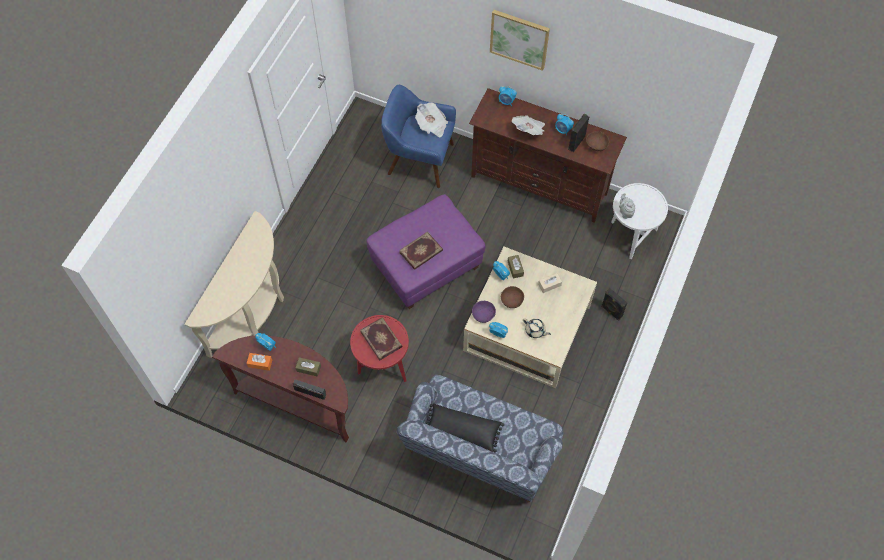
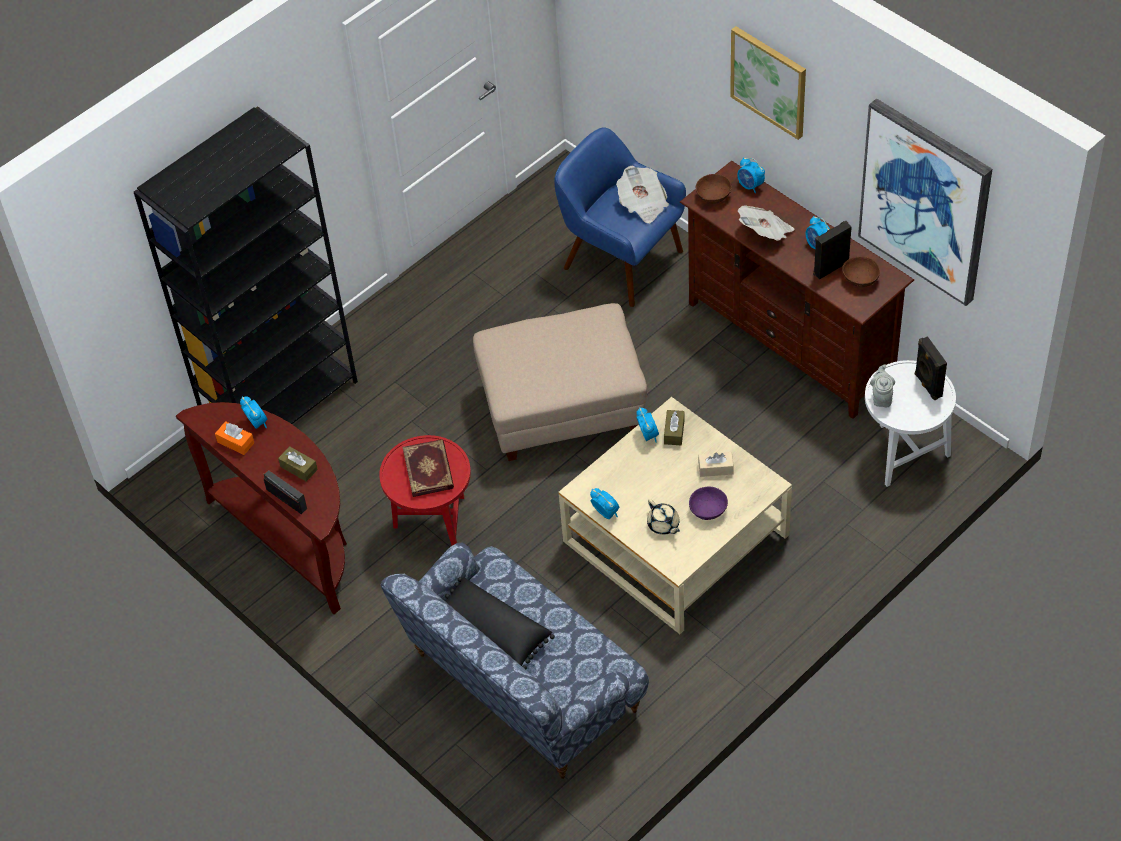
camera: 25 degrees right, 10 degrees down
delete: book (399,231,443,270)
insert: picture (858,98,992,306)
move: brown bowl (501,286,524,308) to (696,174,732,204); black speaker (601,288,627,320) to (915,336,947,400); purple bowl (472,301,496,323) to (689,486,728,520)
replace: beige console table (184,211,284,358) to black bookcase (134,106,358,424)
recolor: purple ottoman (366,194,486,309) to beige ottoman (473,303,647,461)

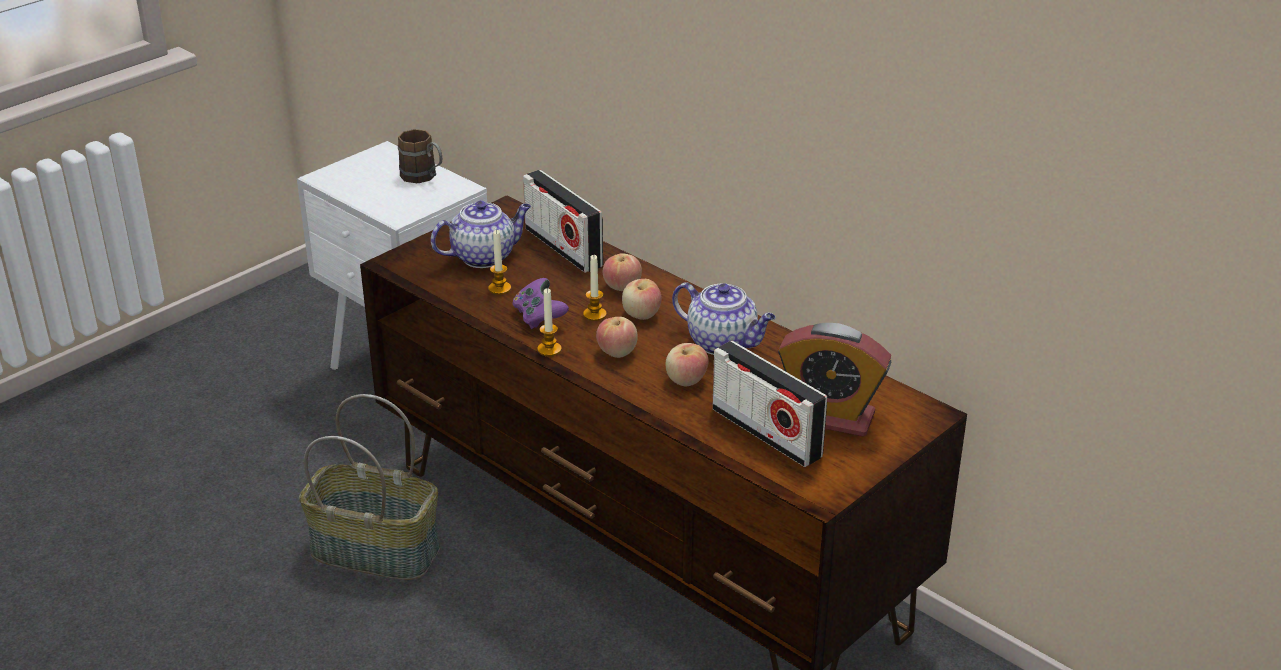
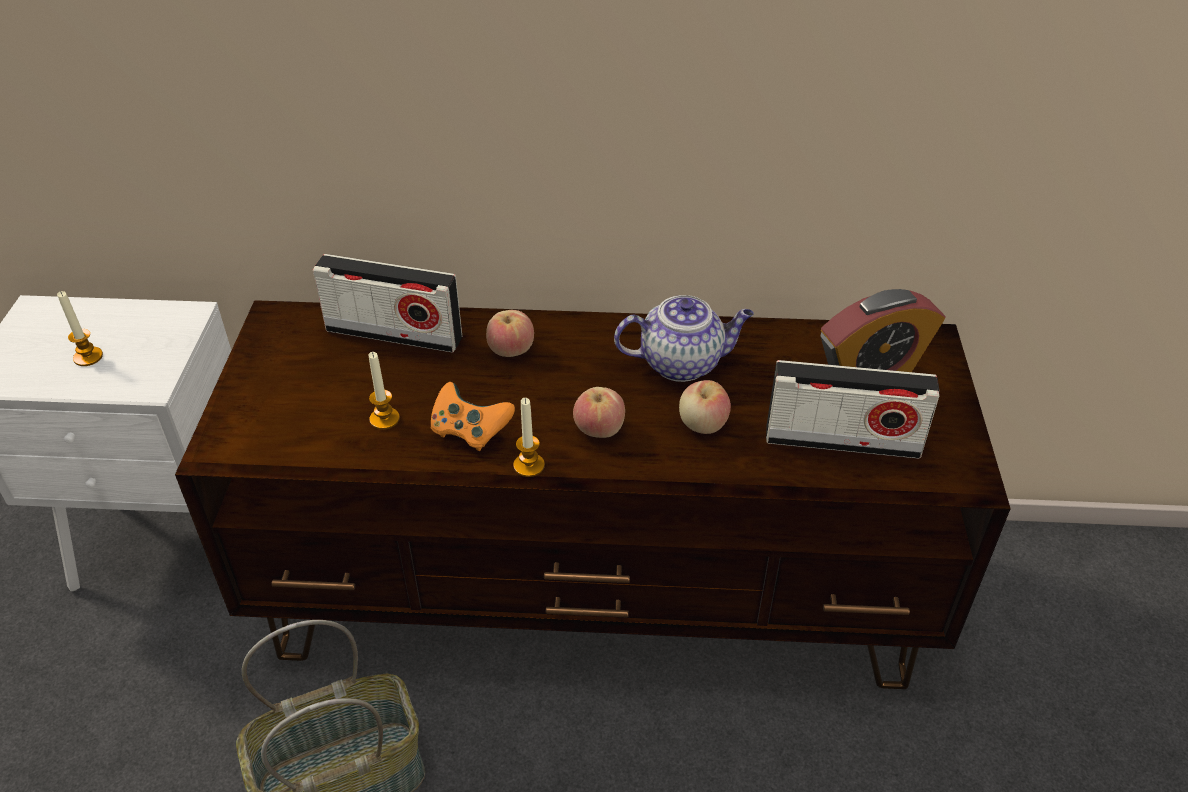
camera: 40 degrees left, 10 degrees up
delete: brown mug (398,129,442,183); teapot (431,201,531,268); apple (622,279,662,320)
move: candle (583,255,607,321) to (57,291,103,366)
recolor: purple game controller (512,278,569,329) to orange game controller (431,382,515,451)

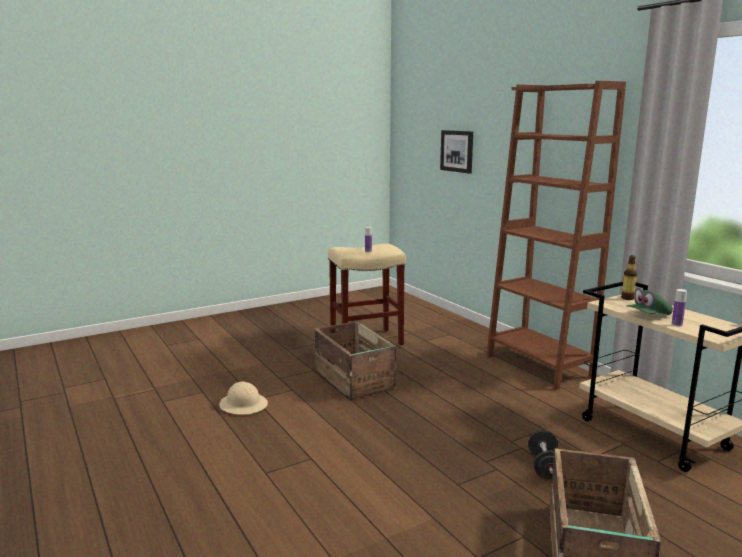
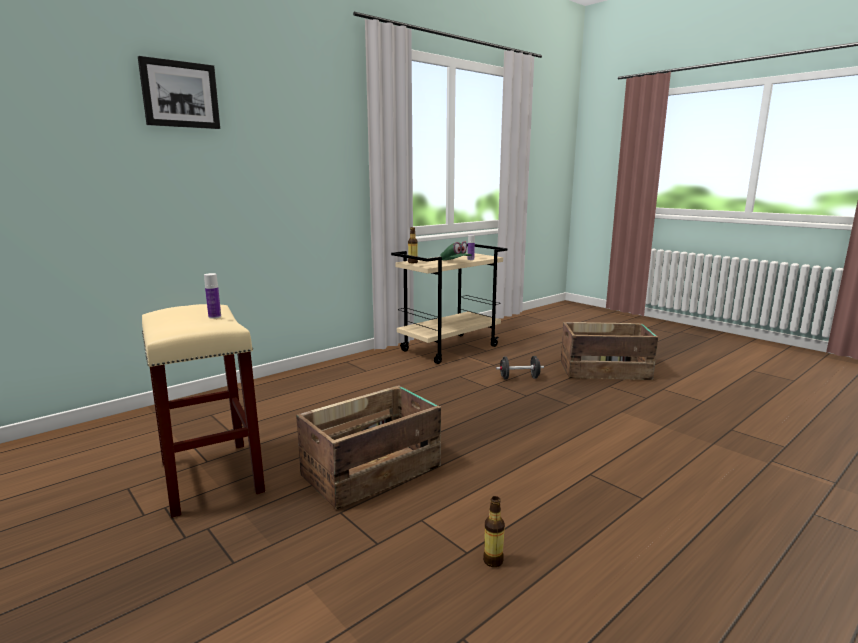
camera: 100 degrees left, 0 degrees up
delete: brown bookcase (486,81,626,391)
move: picture (440,130,473,174) to (138,56,220,129)
replace: beige hard hat (219,381,268,415) to bottle (483,496,505,567)

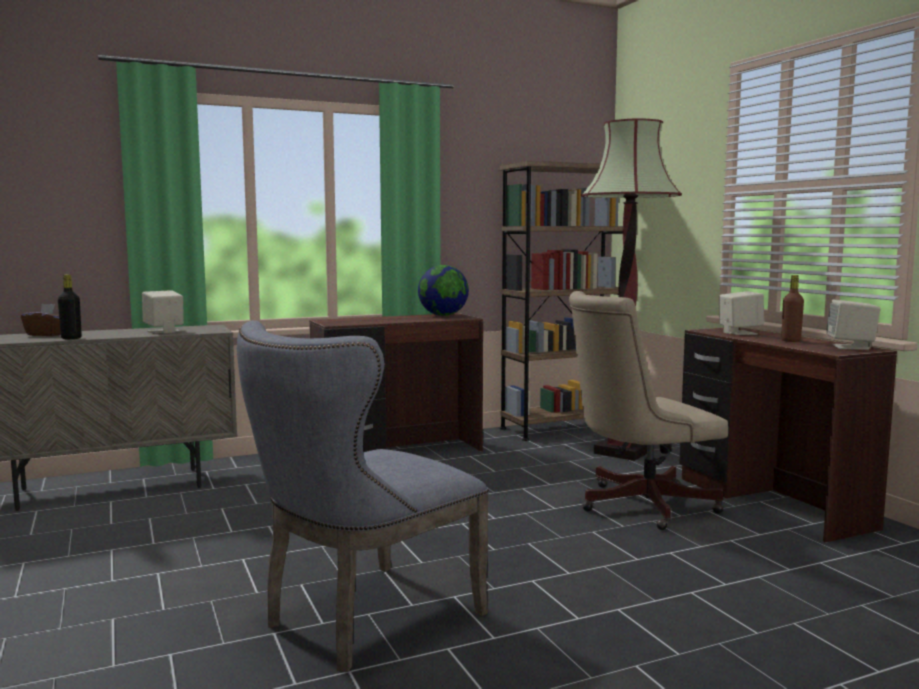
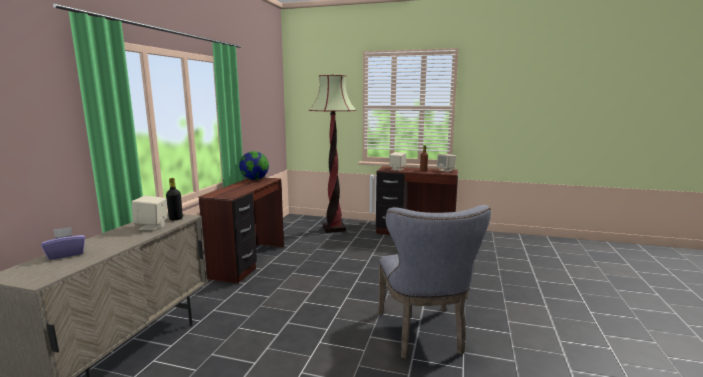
camera: 50 degrees left, 5 degrees up
delete: brown bookcase (500,161,623,441); beige office chair (569,291,728,530)
move: black bottle (58,274,82,339) to (166,178,183,220)
recolor: brown tissue box (21,304,61,336) to purple tissue box (41,227,85,260)

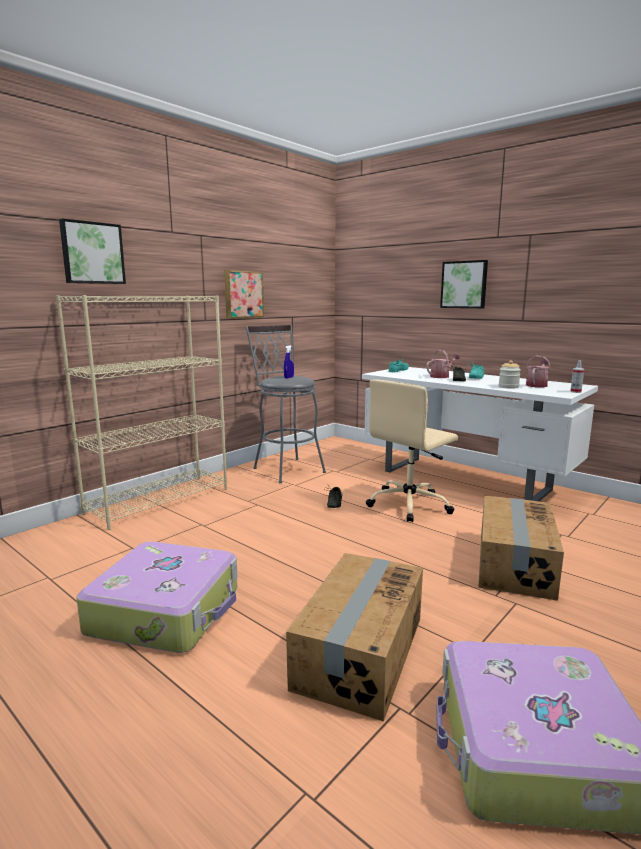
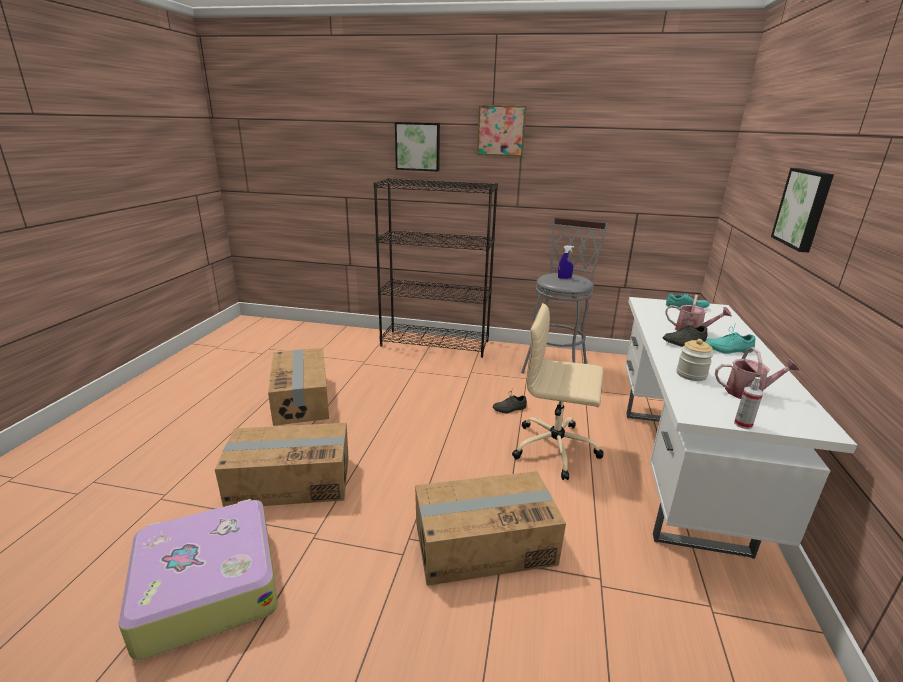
camera: 60 degrees right, 10 degrees up
move: picture (224,270,264,318) to (477,105,527,157)
replace: suitcase (76,542,238,653) to cardboard box (268,348,329,426)
recolor: beige bookcase (56,295,227,530) to black bookcase (374,178,498,358)

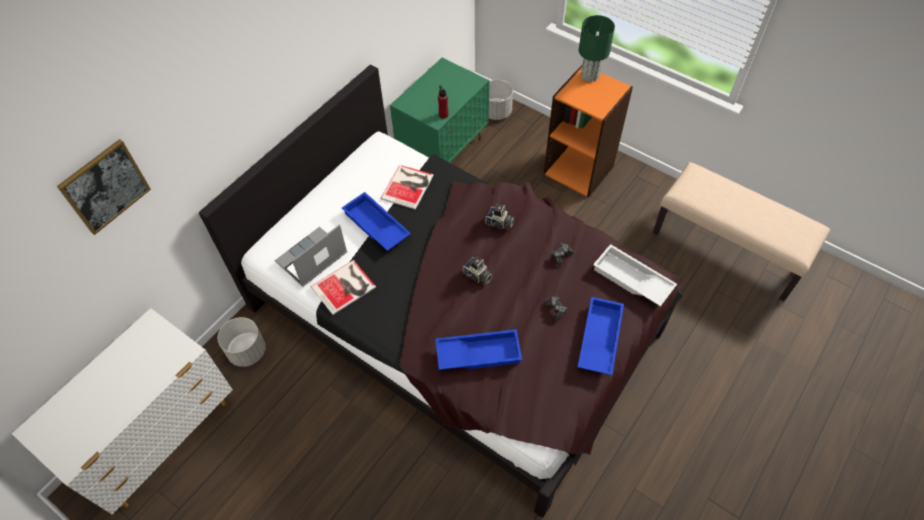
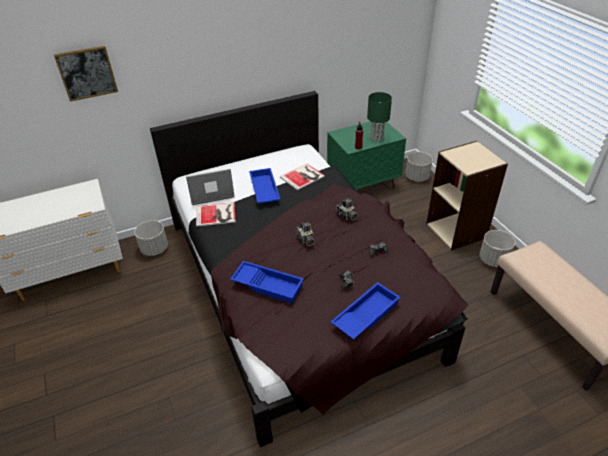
camera: 30 degrees right, 15 degrees down
delete: white tray (593,244,677,307)
insert: grey planter (479,230,515,267)
move: green table lamp (579,15,615,82) to (367,92,392,141)
recolor: orange bookcase (544,65,633,198) to beige bookcase (426,141,508,250)

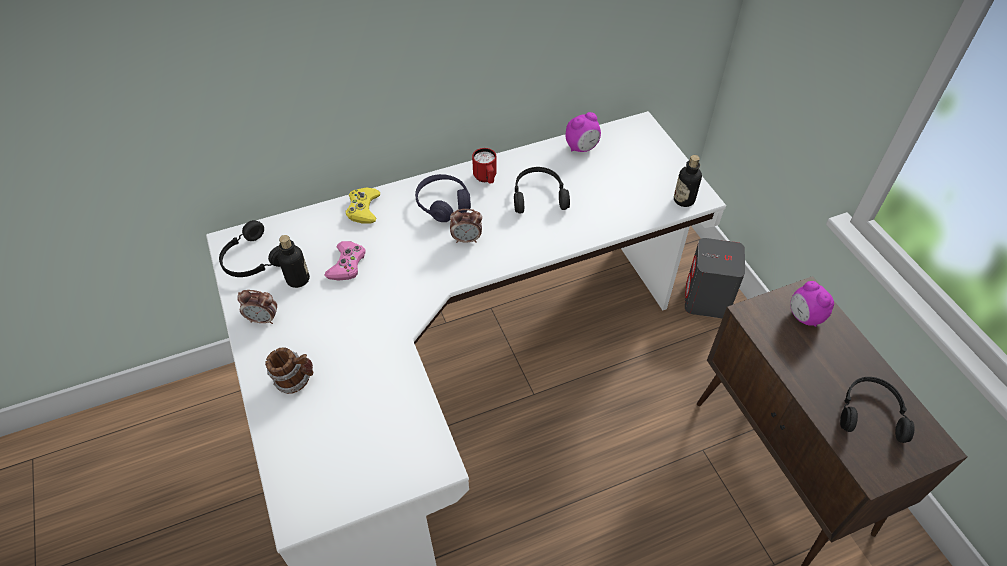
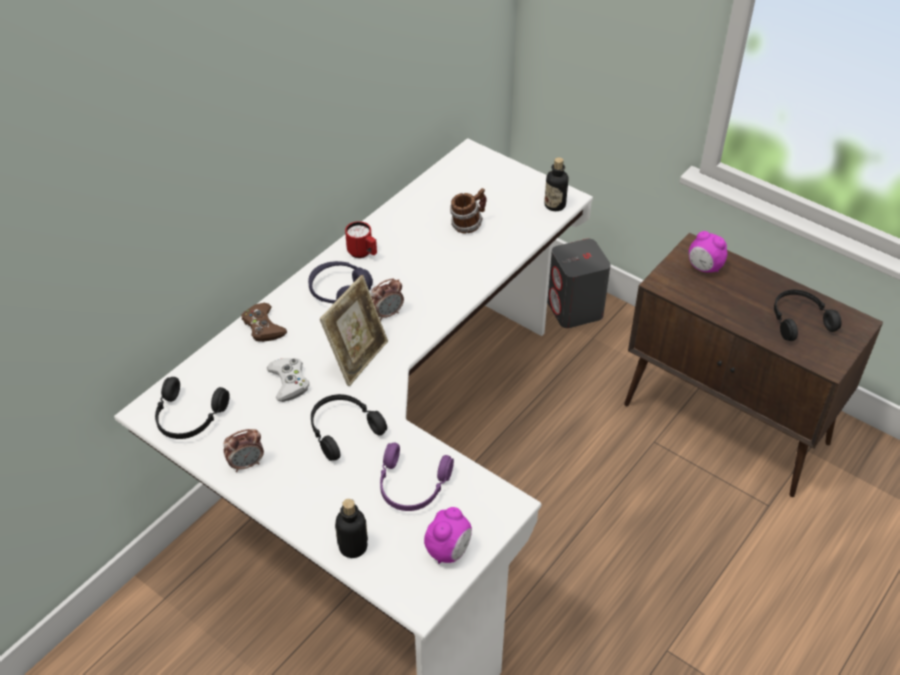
camera: 30 degrees left, 5 degrees down
insert: picture frame (320,275,388,386); purple headphones (380,442,454,511)
move: alarm clock (565,112,601,152) to (424,507,472,564); black headphones (514,167,570,214) to (311,394,387,461); bottle (278,235,310,288) to (335,499,368,558); mug (265,347,313,394) to (450,188,487,233)
recolor: yellow game controller (346,188,380,224) to brown game controller (241,303,287,342); pink game controller (324,241,365,281) to white game controller (267,358,309,402)

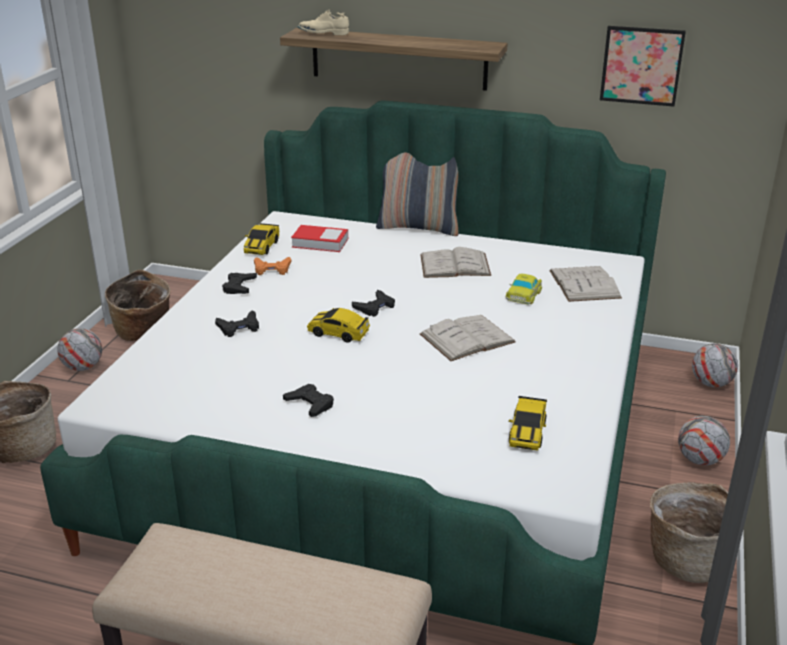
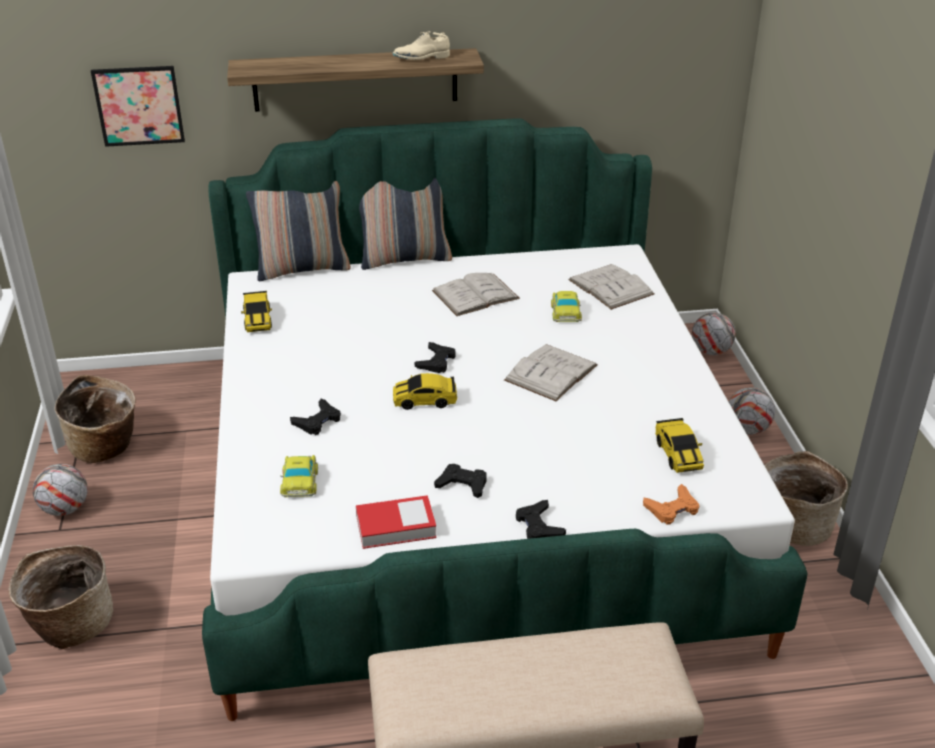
camera: 25 degrees left, 5 degrees up
insert: pillow (246,181,351,281); toy car (280,455,318,497)
move: beige shoe (298,10,349,35) to (392,31,450,60); picture (600,26,686,107) to (91,66,185,147); book (291,225,348,252) to (356,495,437,549); orange game controller (254,257,291,275) to (643,484,699,525); black game controller (222,273,257,294) to (516,500,566,539)

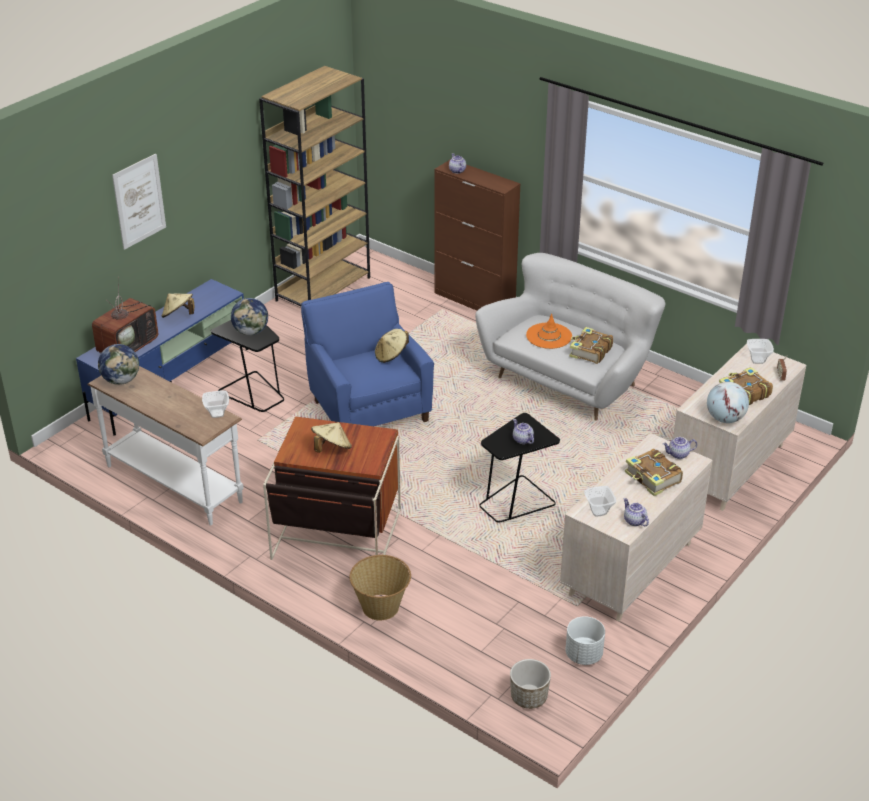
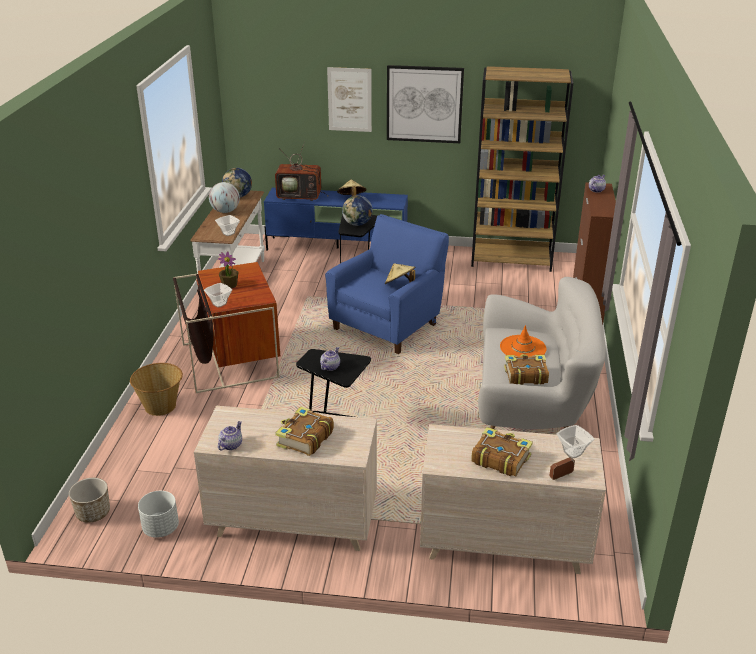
camera: 60 degrees right, 5 degrees down
delete: teapot (663,437,697,459)
insert: picture (387,65,464,143)
move: globe (707,382,749,423) to (209,182,240,213); bowl (584,486,616,516) to (204,283,232,308)
replace: beige hat (311,422,352,453) to potted plant (218,251,239,289)

